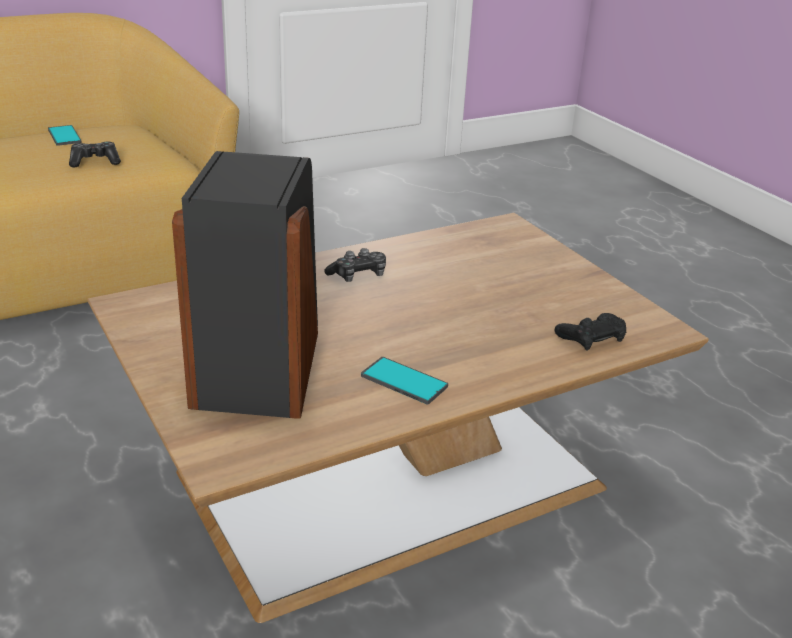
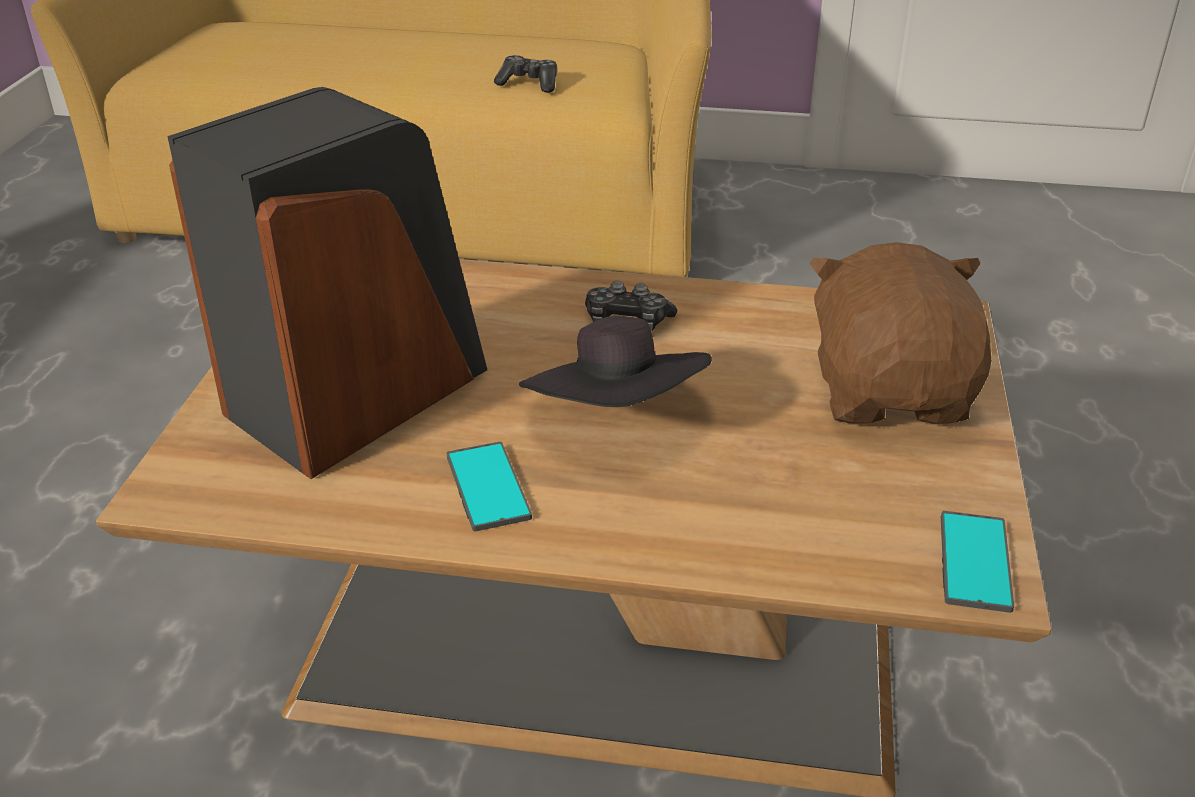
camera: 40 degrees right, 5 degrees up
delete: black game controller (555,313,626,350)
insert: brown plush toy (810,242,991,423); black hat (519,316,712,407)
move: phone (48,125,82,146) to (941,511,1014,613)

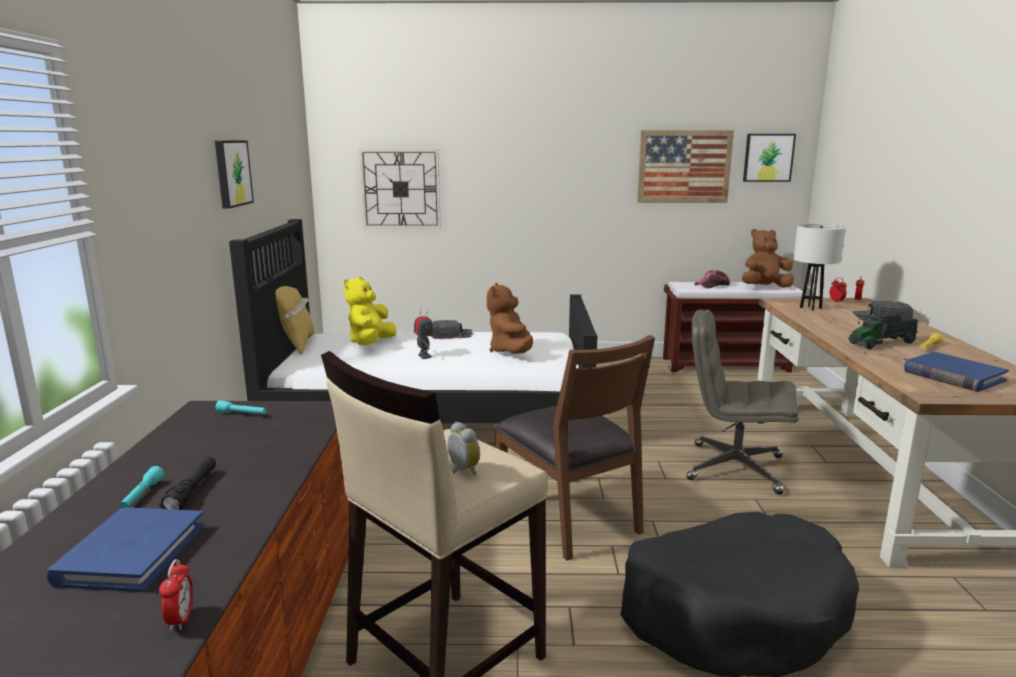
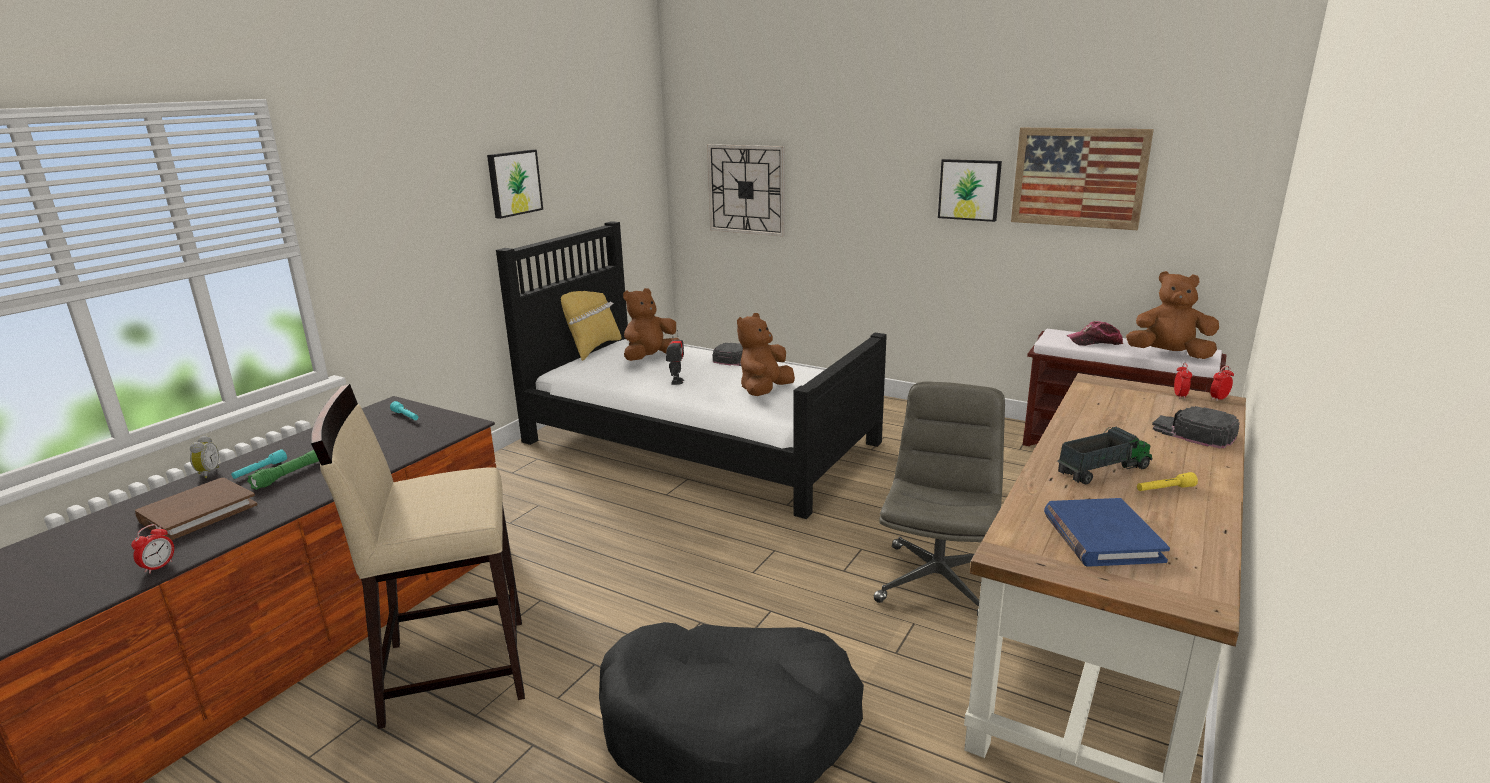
camera: 30 degrees right, 5 degrees up
delete: white table lamp (794,224,846,311); brown chair (495,335,655,561)
move: picture (743,134,796,182) to (938,159,1002,222); alarm clock (447,422,480,475) to (190,435,219,478)
recolor: yellow plush toy (344,276,396,345) to brown plush toy (623,288,680,361); black flashlight (160,456,216,510) to green flashlight (247,450,319,490); blue book (46,507,205,592) to brown book (135,478,258,540)
rotate: grey office chair (686,309,799,495) = (874,381,1005,616) 60 degrees clockwise; toy truck (848,315,918,349) = (1057,427,1152,485) 150 degrees clockwise

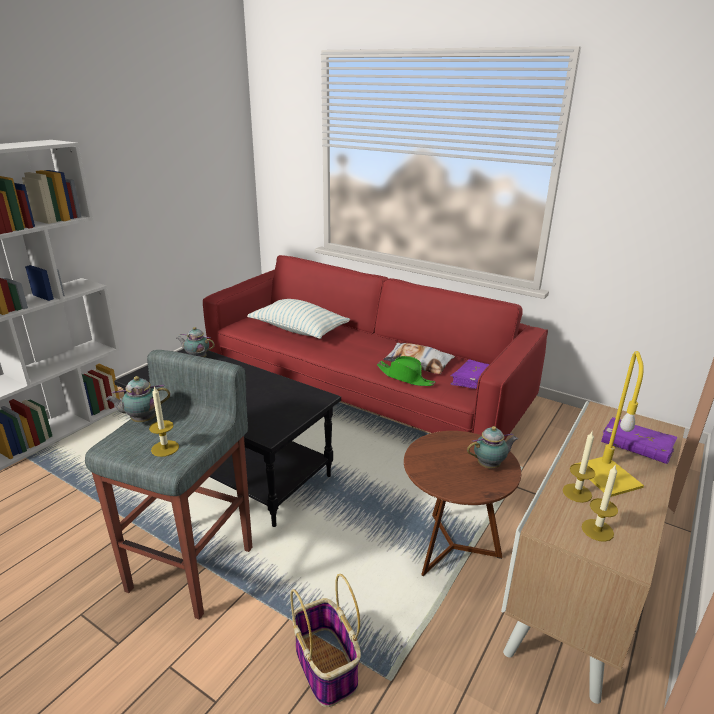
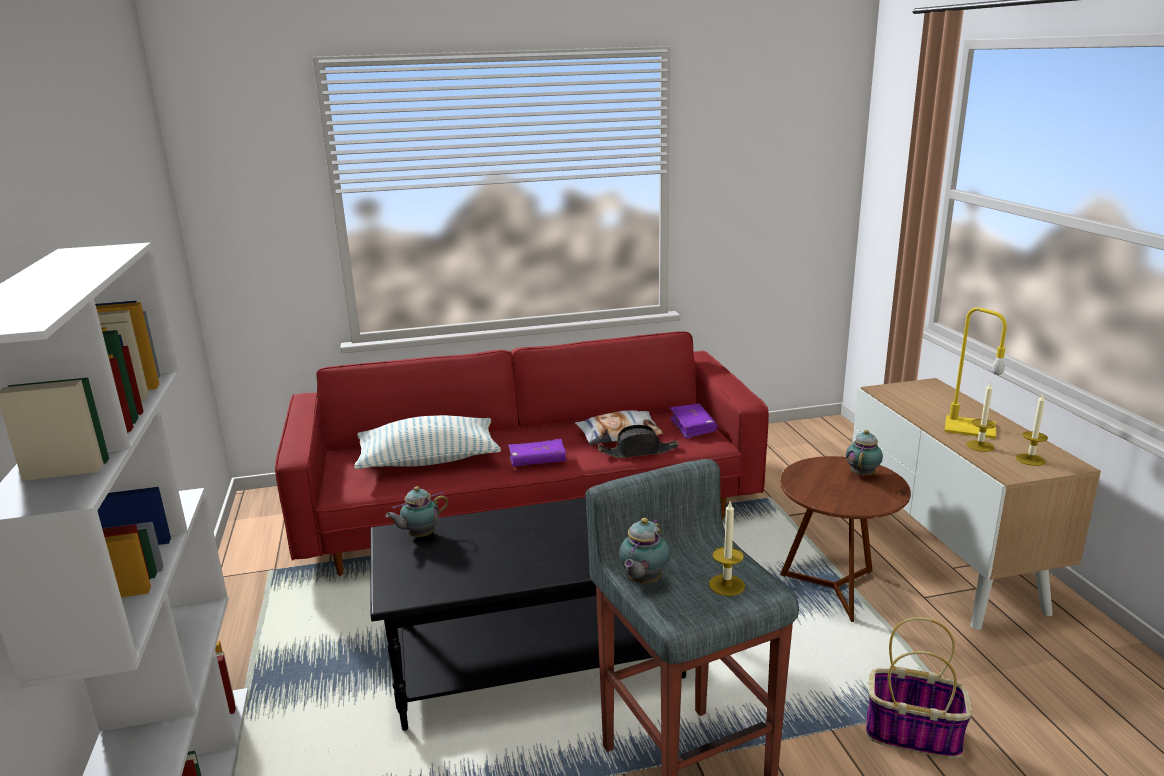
camera: 45 degrees left, 5 degrees down
move: purple book (601,417,677,464) to (508,439,567,467)
recolor: green hat (377,356,435,386) to black hat (598,425,679,458)

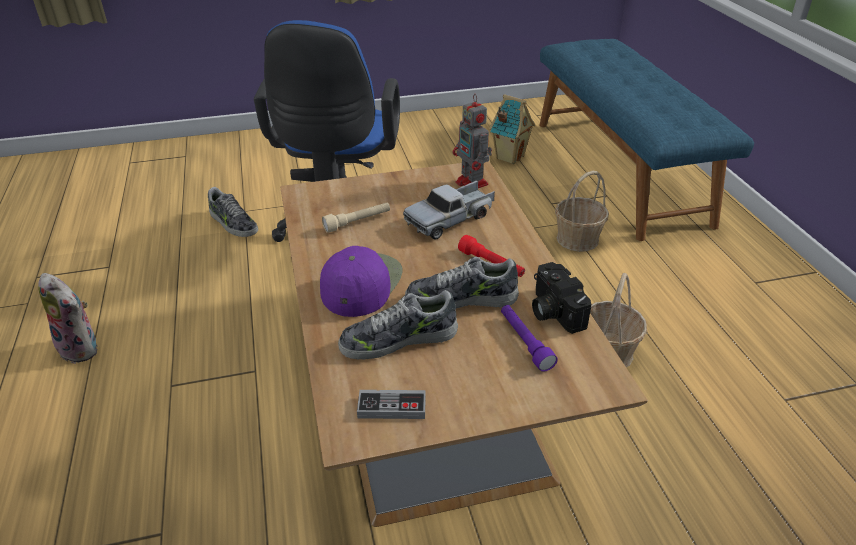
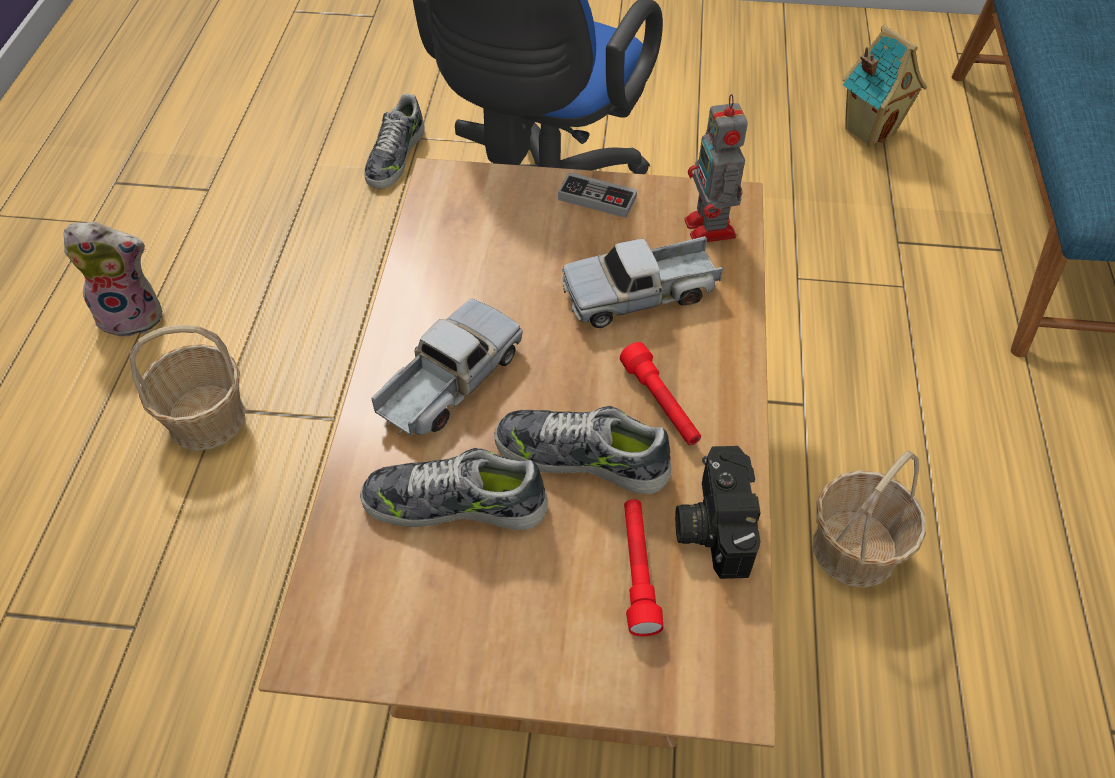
camera: 20 degrees right, 15 degrees up
delete: beige flashlight (322,203,390,233)
move: basket (555,171,609,252) to (129,325,245,451); game controller (357,390,426,419) to (558,172,637,218)
replace: purple cap (320,246,402,317) to toy truck (371,299,523,436)
recolor: purple flashlight (501,305,558,372) to red flashlight (624,499,663,636)
rotate: shoe (208,187,258,237) = (364,94,425,189) 45 degrees clockwise; plush toy (38,273,98,364) = (63,222,162,337) 60 degrees counterclockwise

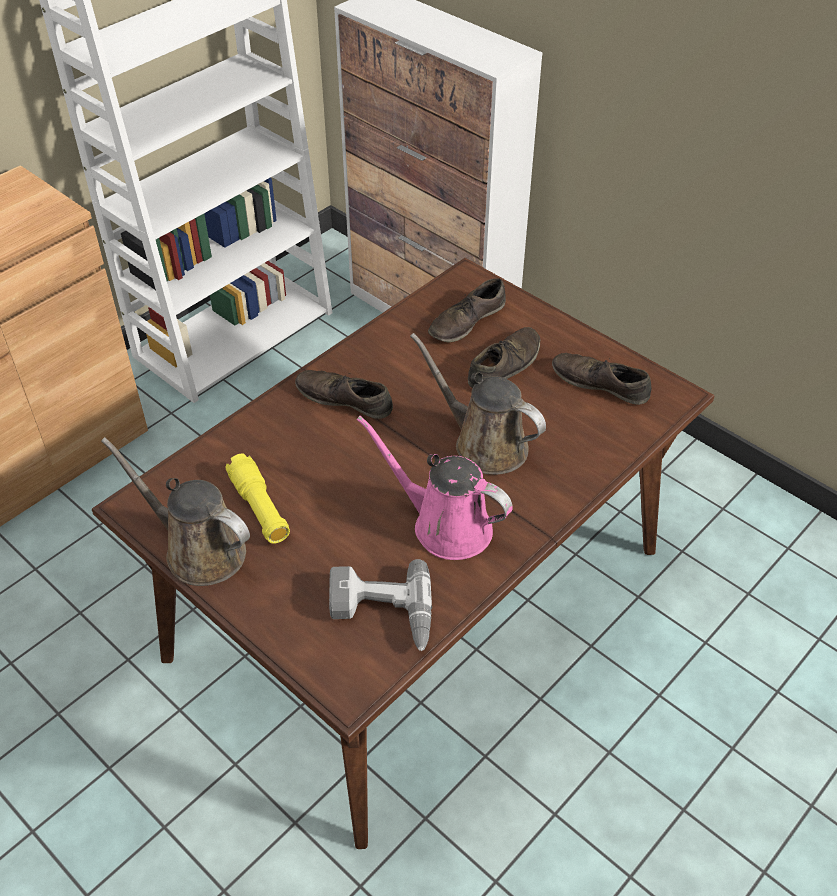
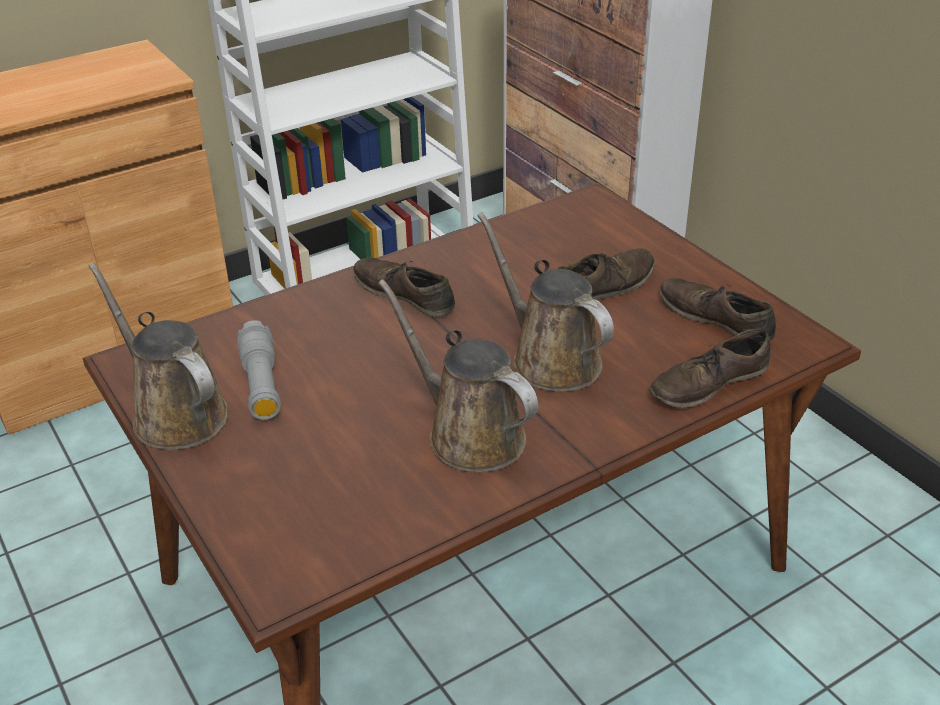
camera: 15 degrees right, 10 degrees down
delete: power drill (329,559,432,651)
move: brown shoe (428,278,506,342) to (650,329,770,408)
recolor: pink watering can (357,416,513,560) to brown watering can (378,279,539,473); yellow flashlight (226,453,290,544) to grey flashlight (237,320,281,420)

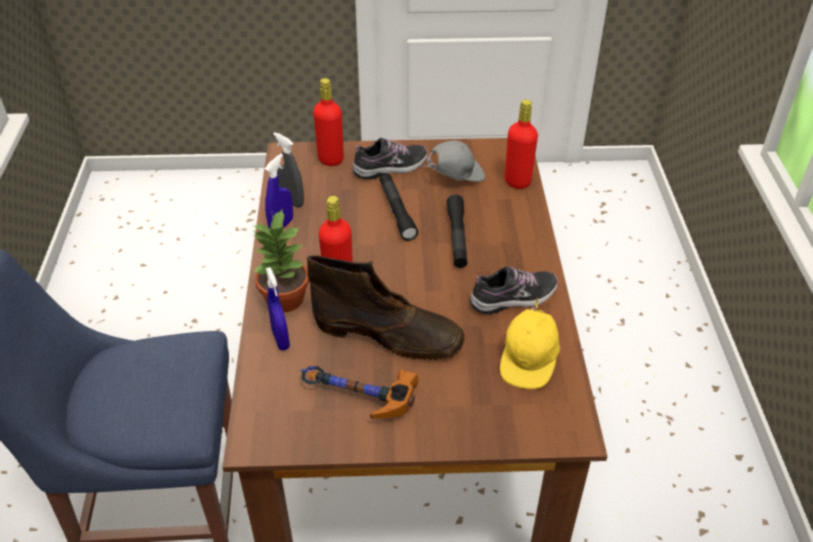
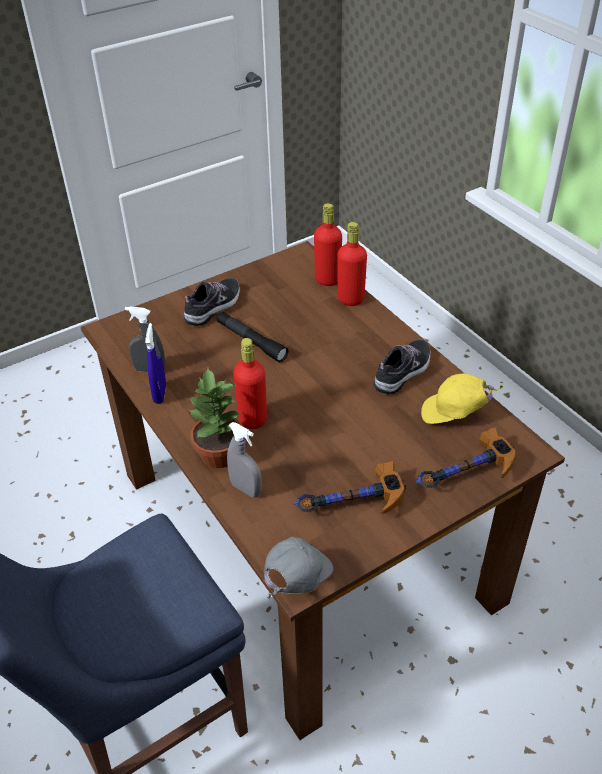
camera: 30 degrees left, 0 degrees up
delete: black flashlight (447,195,468,268); brown boot (307,255,465,360)
insert: hammer (416,427,515,488)
move: red bottle (313,78,344,166) to (337,222,367,306); grey cap (421,140,485,182) to (264,537,333,599)
recolor: blue spray bottle (266,267,290,350) to grey spray bottle (227,422,262,498)
rotate: yellow cap (500,298,560,389) = (421,373,503,424) 105 degrees clockwise

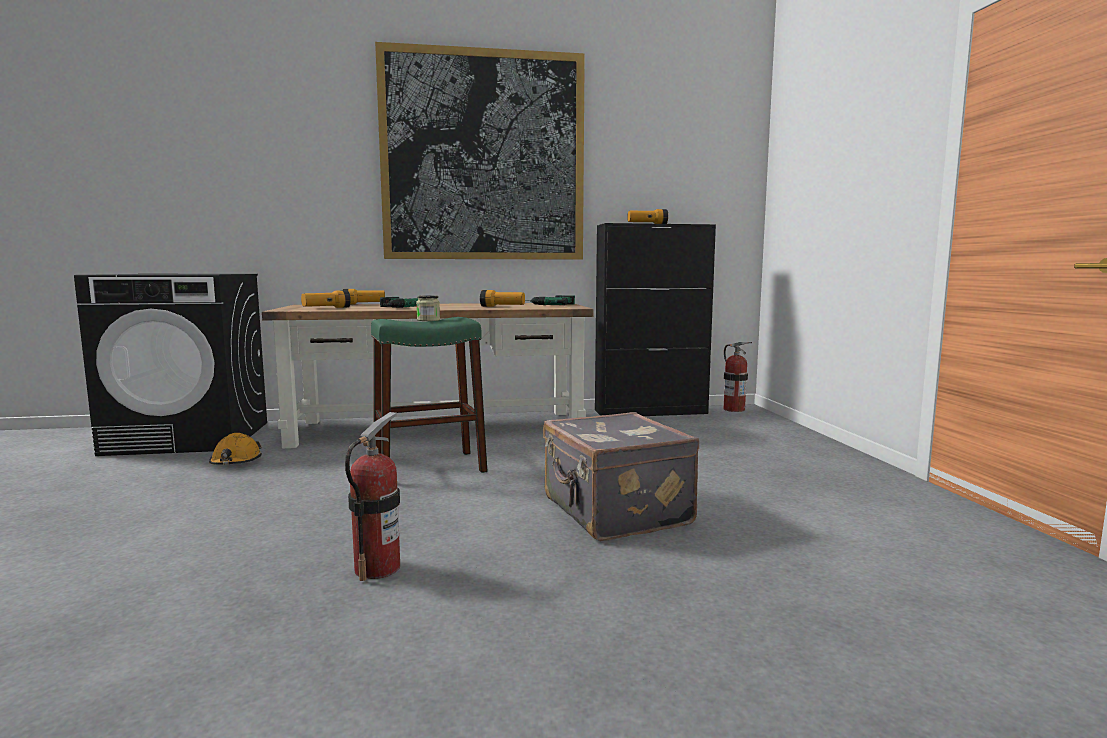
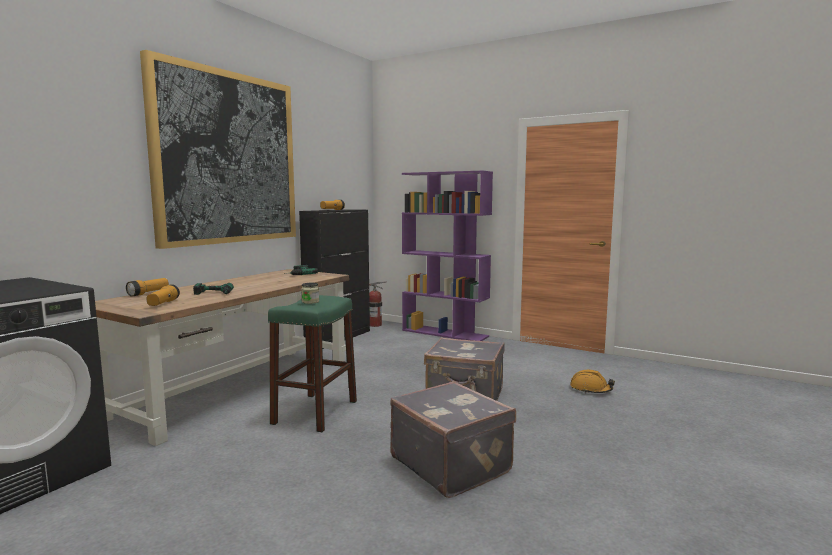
camera: 50 degrees left, 0 degrees up
delete: flashlight (480,290,525,307)
insert: purple bookcase (402,171,493,341)
move: orange hard hat (209,433,262,465) to (570,370,615,393)
replace: fire extinguisher (345,412,400,581) to grey suitcase (391,381,516,498)

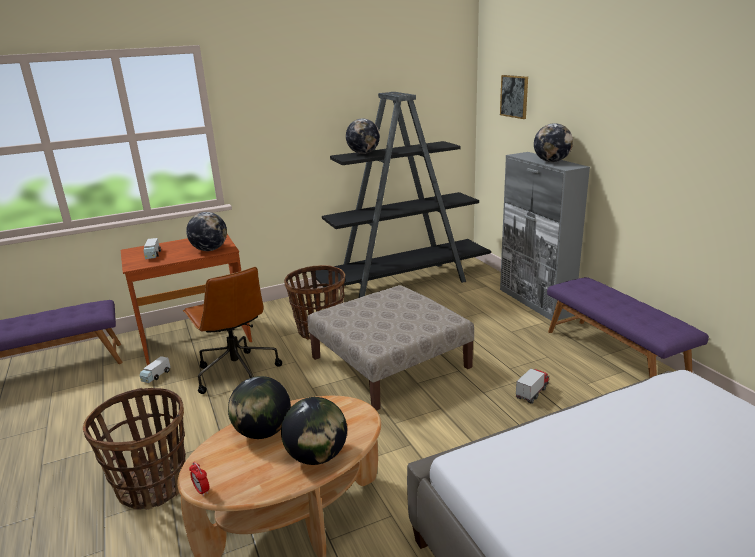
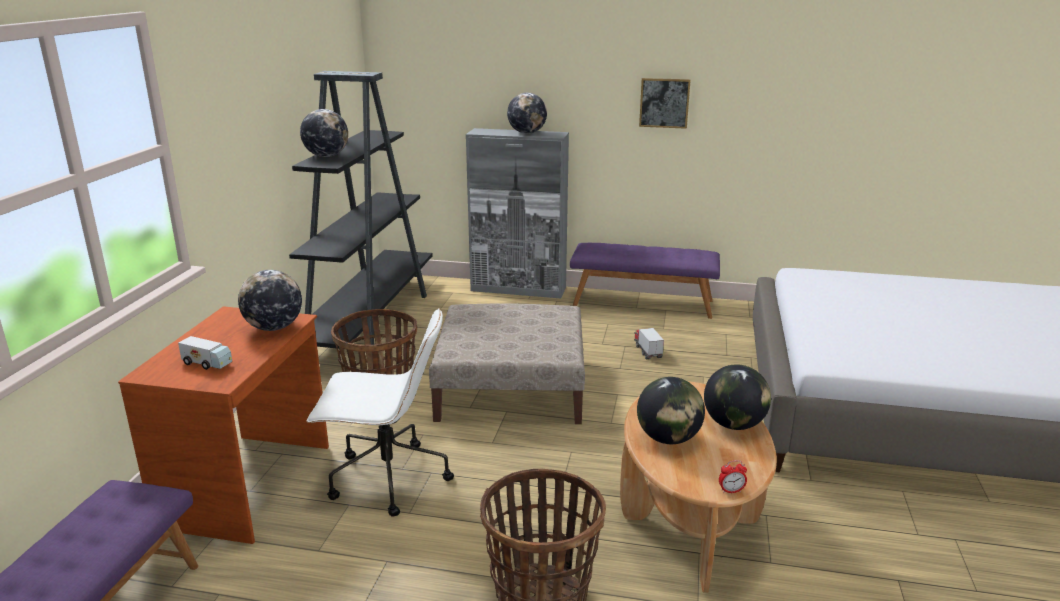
camera: 55 degrees left, 0 degrees up
delete: toy truck (140,356,171,383)
move: picture (500,75,528,119) to (639,78,691,129)
recolor: brown office chair (183,267,282,394) to white office chair (306,308,454,517)

